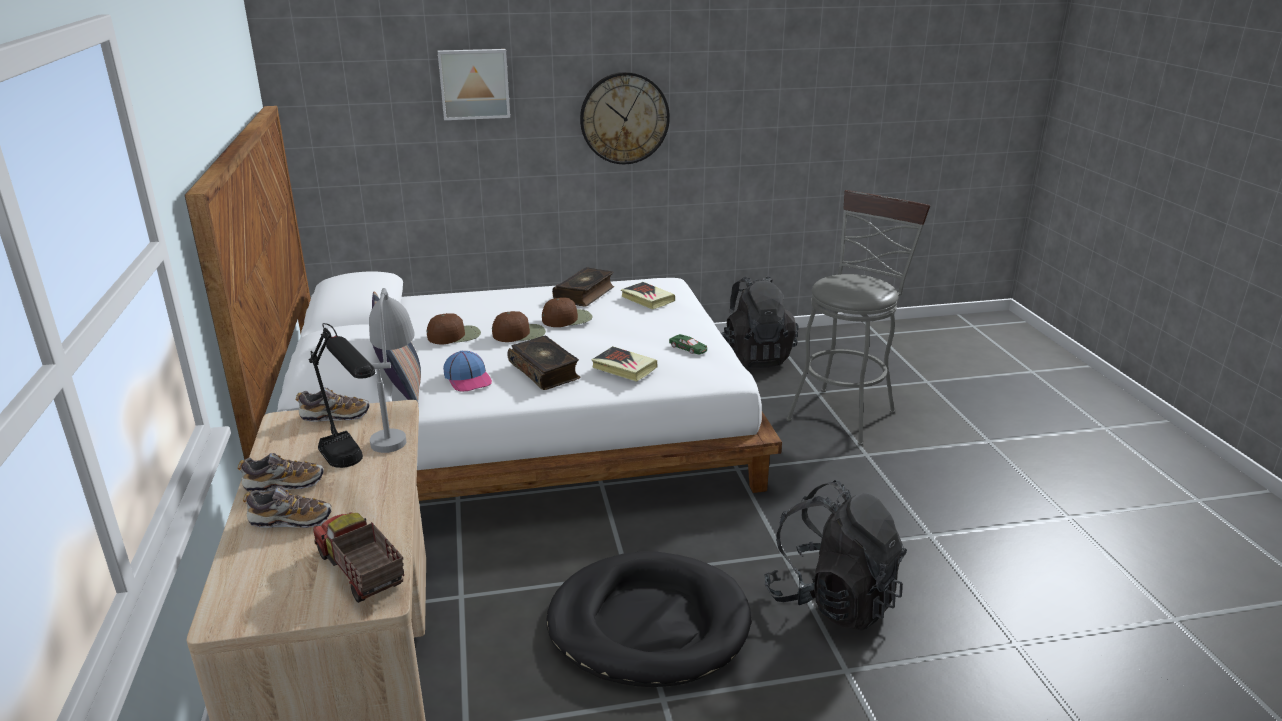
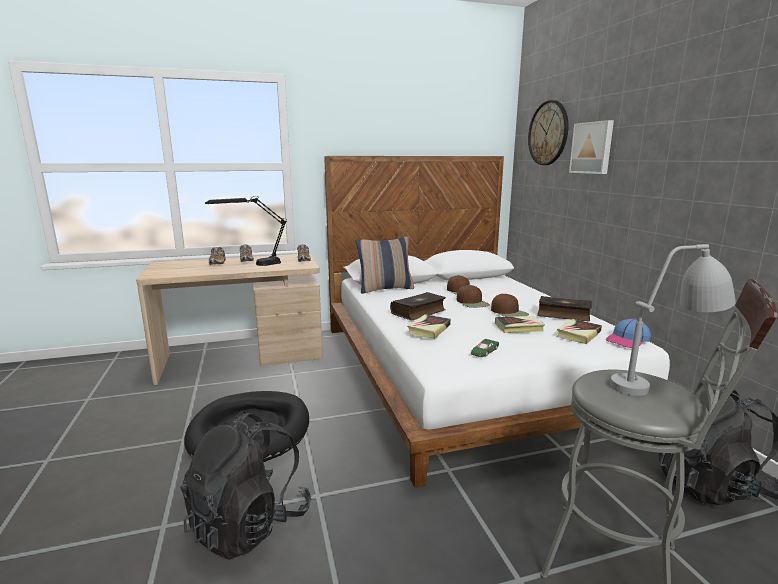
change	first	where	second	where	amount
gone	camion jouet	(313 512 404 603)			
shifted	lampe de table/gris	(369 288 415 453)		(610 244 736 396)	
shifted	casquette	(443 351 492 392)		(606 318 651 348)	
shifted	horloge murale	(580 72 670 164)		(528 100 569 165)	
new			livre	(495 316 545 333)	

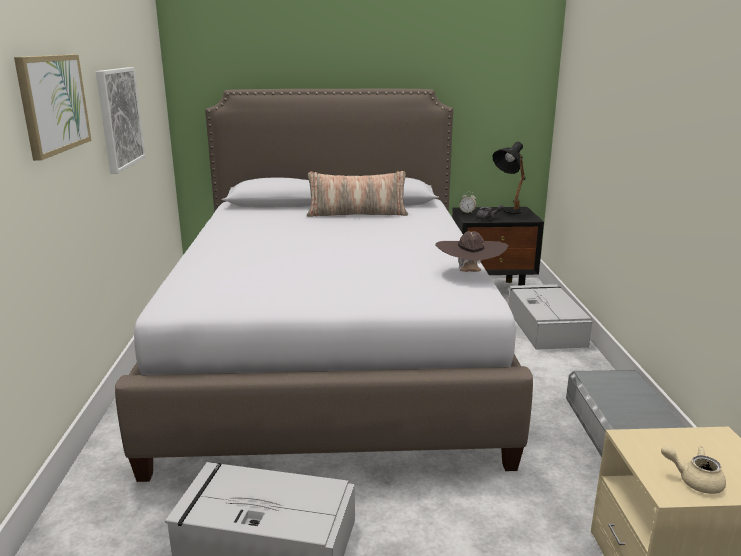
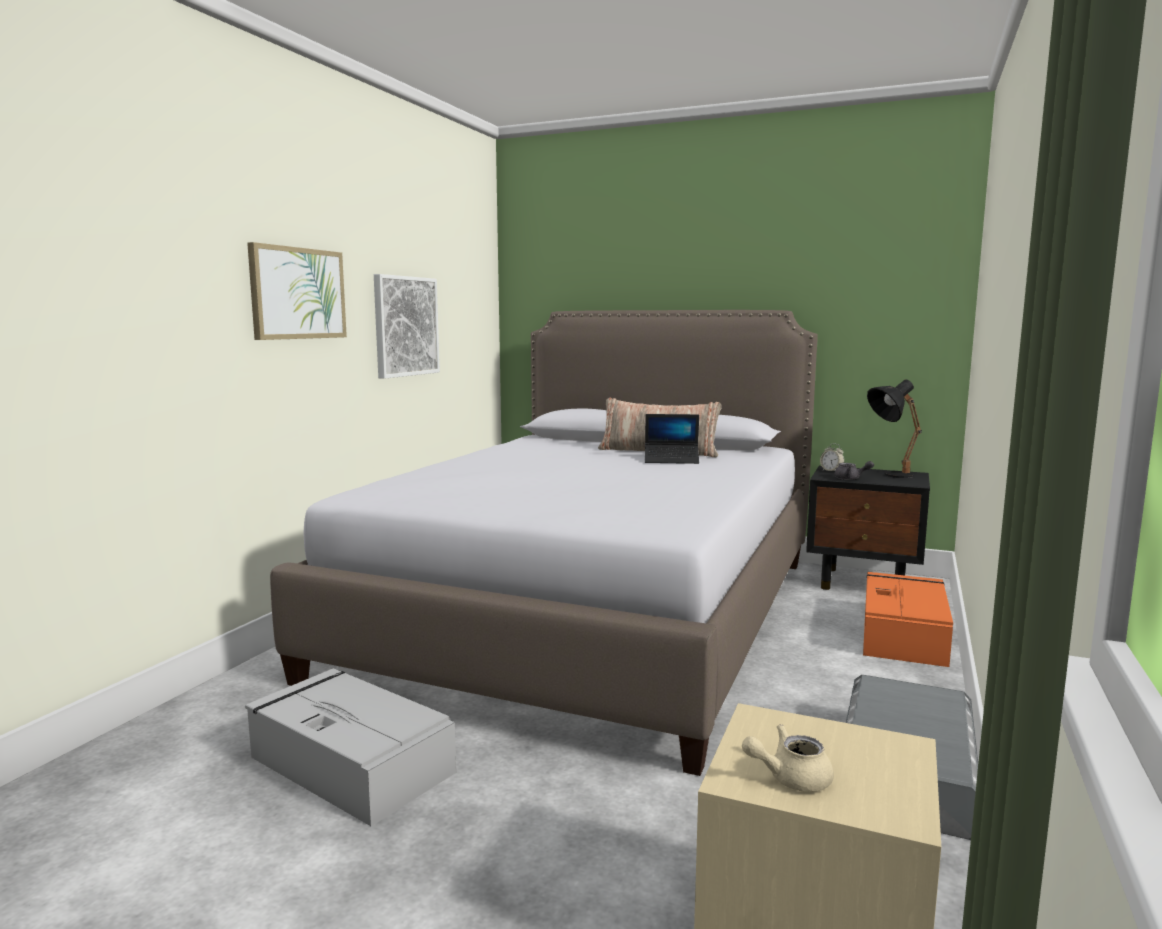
change	first	where	second	where	amount
gone	chapeau/marron	(435 231 508 272)			
repainted	boîte de rangement/gris	(508 284 592 350)	boîte de rangement/orange	(863 572 953 667)	
rotated	théière/beige	(661 445 726 494)		(742 724 834 792)	60 degrees counterclockwise
new			ordinateur portable	(645 414 699 464)	

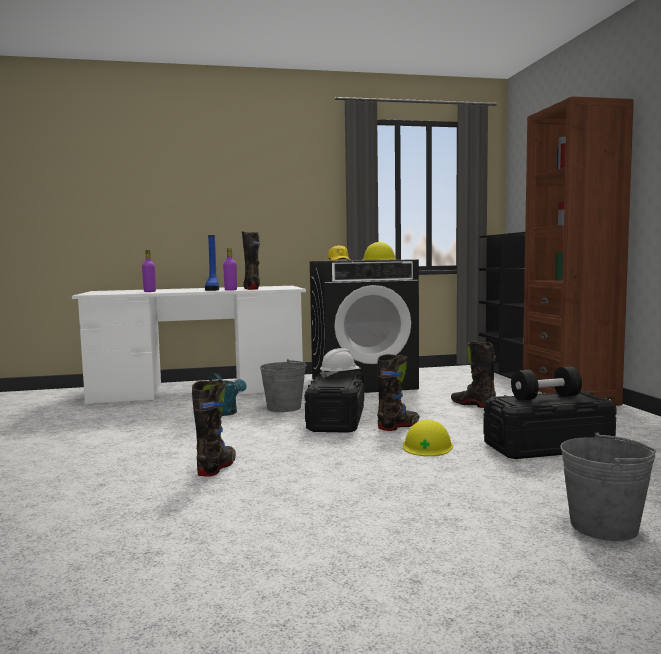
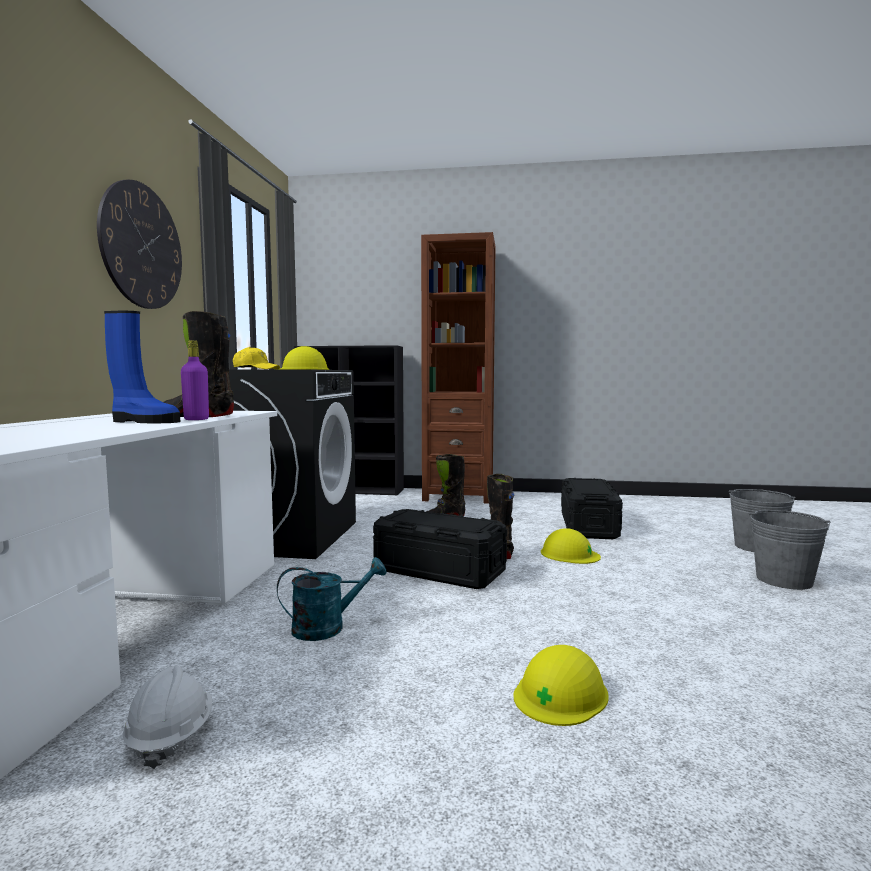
change	first	where	second	where	amount
gone	bouteille/violet	(142 250 156 292)			
gone	botte/noir	(192 380 236 477)			
shifted	seau/gris	(260 359 307 412)		(749 510 830 590)	
shifted	casque de chantier/blanc	(320 348 361 379)		(122 666 212 769)	
gone	haltère/noir	(511 367 582 400)			
new			horloge murale	(97 180 182 309)	
new			casque de chantier/jaune	(514 645 609 726)	

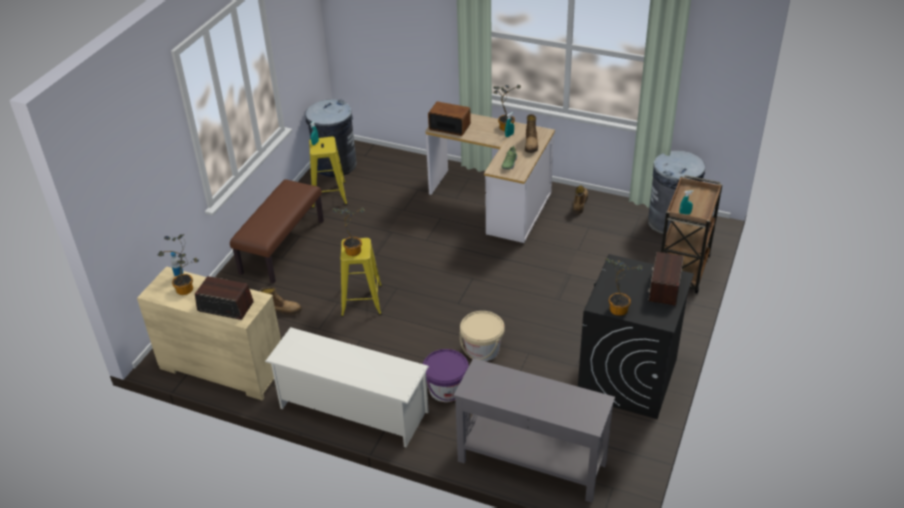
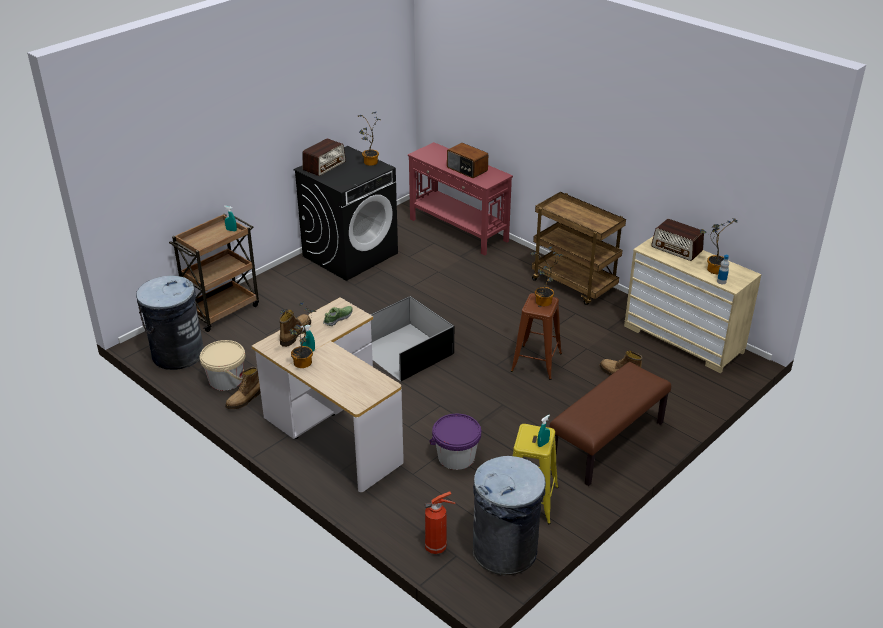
change	first	where	second	where	amount
swapped	étagère à chaussures/blanc	(265 327 429 447)	chariot/marron	(532 192 626 305)	
repainted	tabouret/jaune	(340 238 382 317)	tabouret/marron	(511 293 562 380)	
shifted	seau/violet	(423 349 469 402)		(429 414 481 470)	
shifted	radio	(428 102 471 136)		(447 143 488 178)	
repainted	table console/gris	(454 358 615 503)	table console/rouge	(408 142 513 256)	
shifted	seau/beige	(460 311 505 361)		(200 340 245 391)	
new			boîte de rangement/noir	(370 296 454 381)	
new			extincteur	(425 492 456 554)	

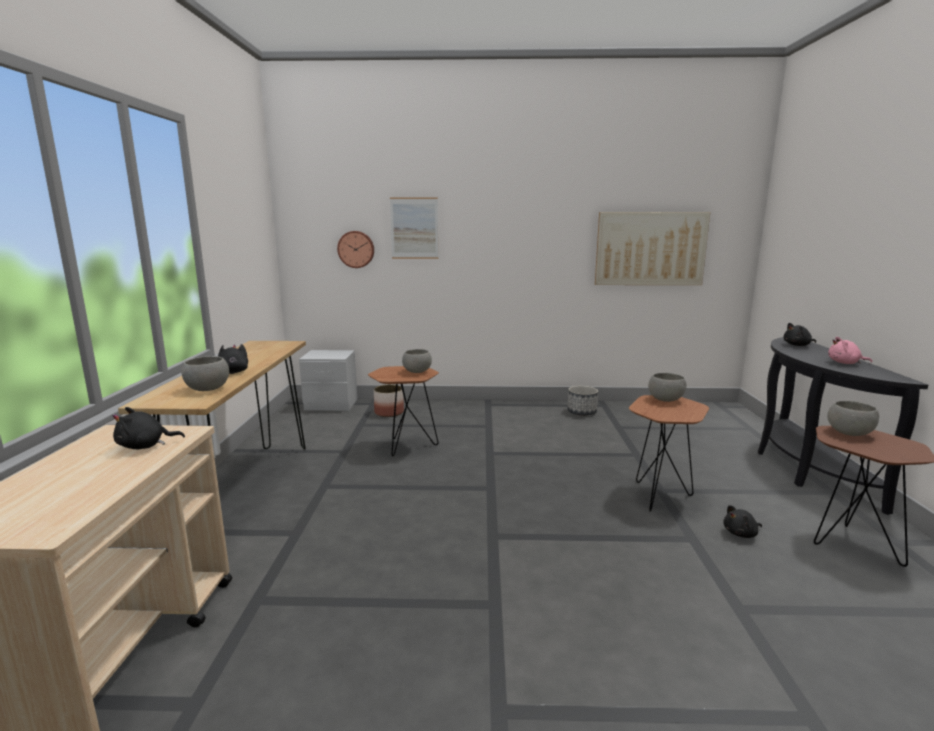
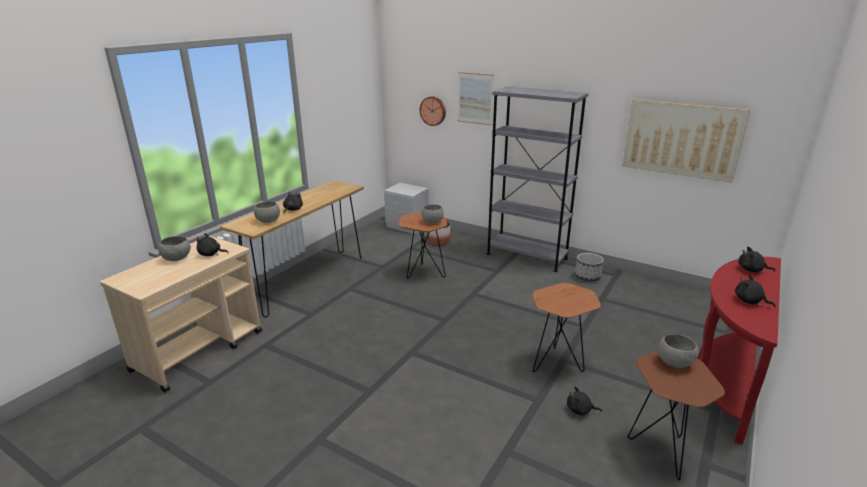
change	first	where	second	where	amount
shifted	bol/gris	(648 373 687 402)		(158 236 191 261)	
repainted	table console/noir	(758 337 928 515)	table console/rouge	(698 257 781 445)	
repainted	peluche/rose	(828 337 872 364)	peluche/noir	(735 275 776 307)	
new			bibliothèque/gris	(487 86 588 272)	

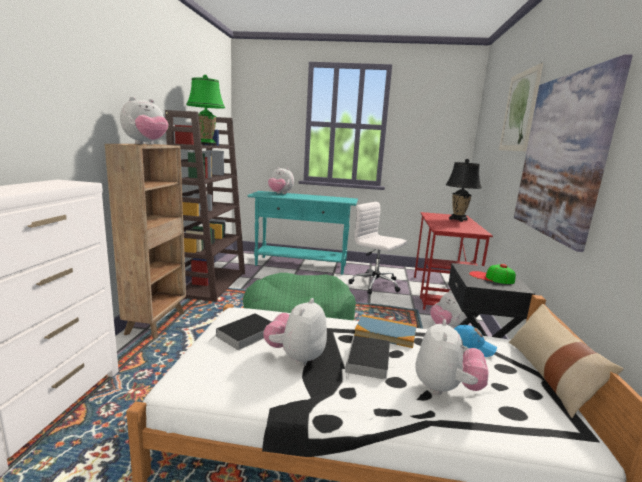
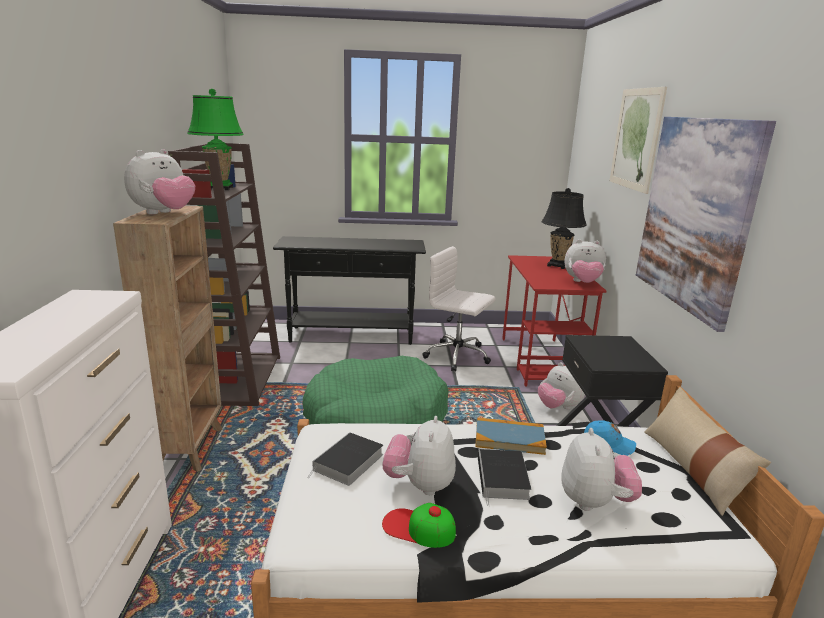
change	first	where	second	where	amount
repainted	table console/turquoise	(248 191 358 274)	table console/noir	(273 236 426 345)	
shifted	peluche	(268 167 294 194)		(565 239 606 283)	
shifted	casquette	(469 264 516 284)		(382 503 456 548)	

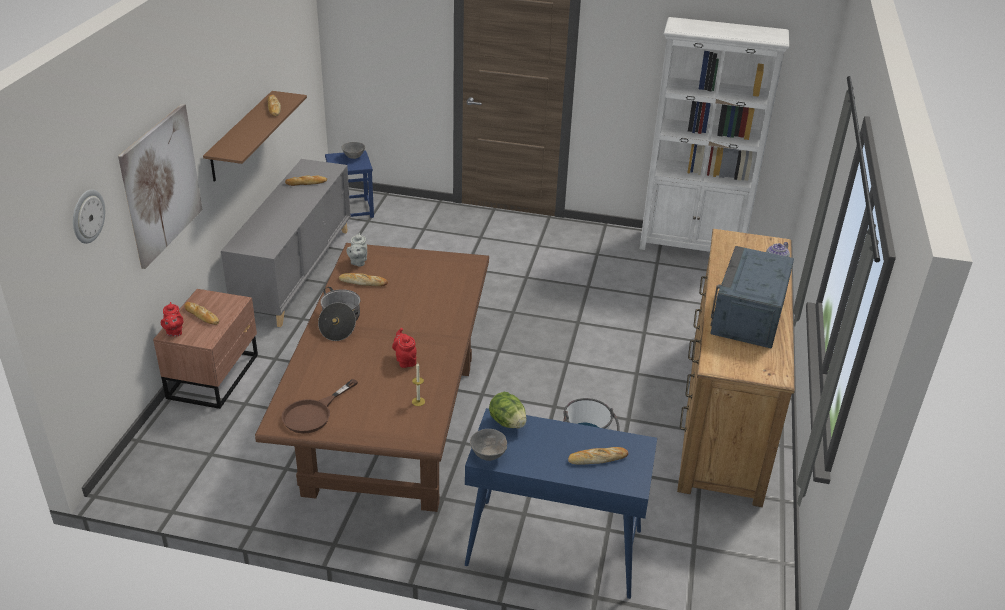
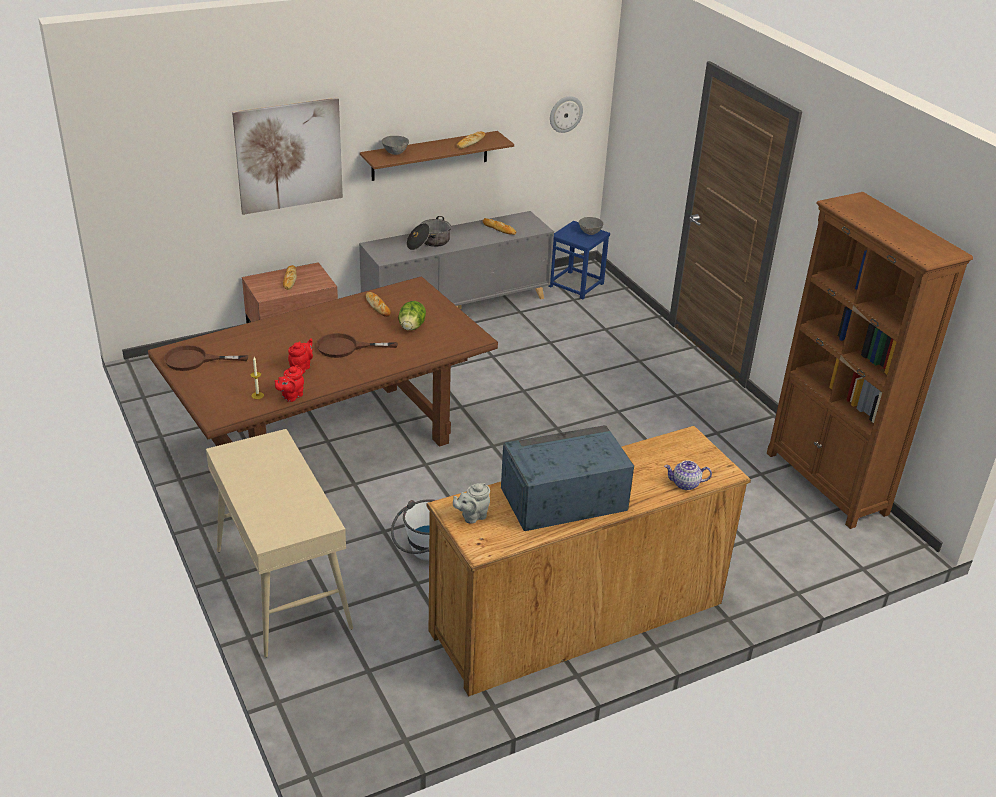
change	first	where	second	where	amount
shifted	horloge murale	(73 189 105 244)		(550 96 583 133)	
shifted	théière/rouge	(161 302 183 337)		(275 365 304 402)	
shifted	marmite	(318 287 360 341)		(407 216 451 250)	
shifted	théière/gris	(346 233 367 267)		(453 483 490 524)	
repainted	table console/bleu	(465 408 657 599)	table console/beige	(206 429 353 658)	
shifted	bol/gris	(470 429 507 461)		(382 136 409 155)	
shifted	laitue	(489 392 527 428)		(398 301 426 330)	
gone	pain	(568 447 628 465)			
repainted	bibliothèque/blanc	(639 17 789 252)	bibliothèque/marron	(767 192 973 529)	
new			poêle/marron	(316 333 398 358)	

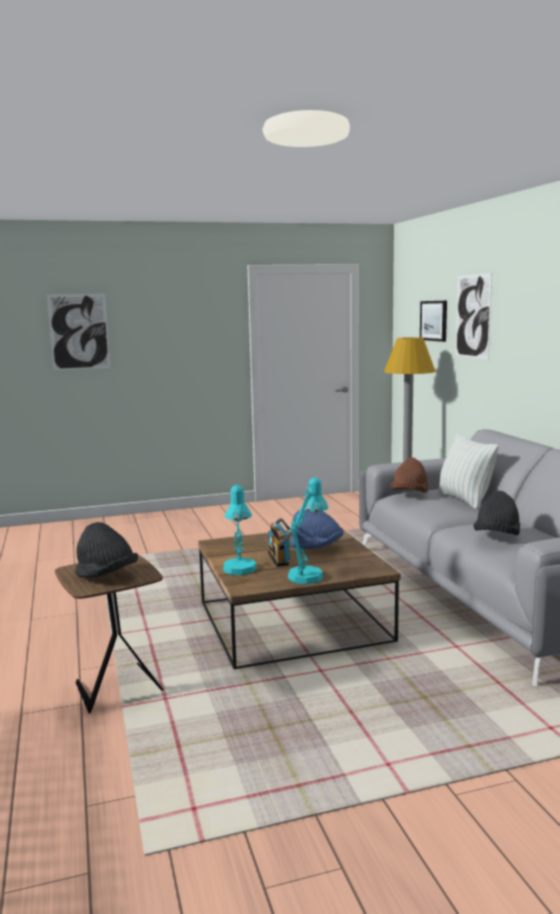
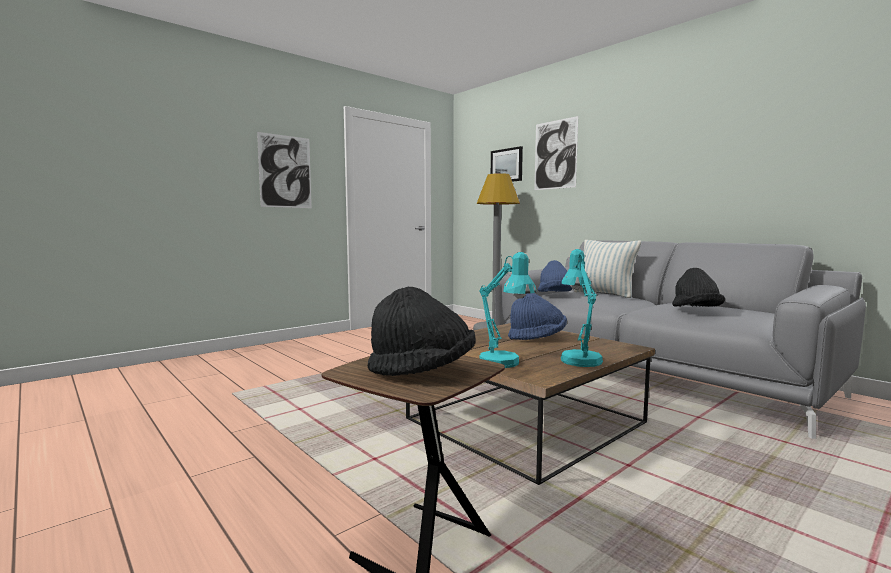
change	first	where	second	where	amount
shifted	tableau	(47 294 110 370)		(257 132 312 208)	
gone	radio	(268 517 293 567)			
repainted	chapeau/marron	(390 457 428 493)	chapeau/bleu	(538 260 572 292)	

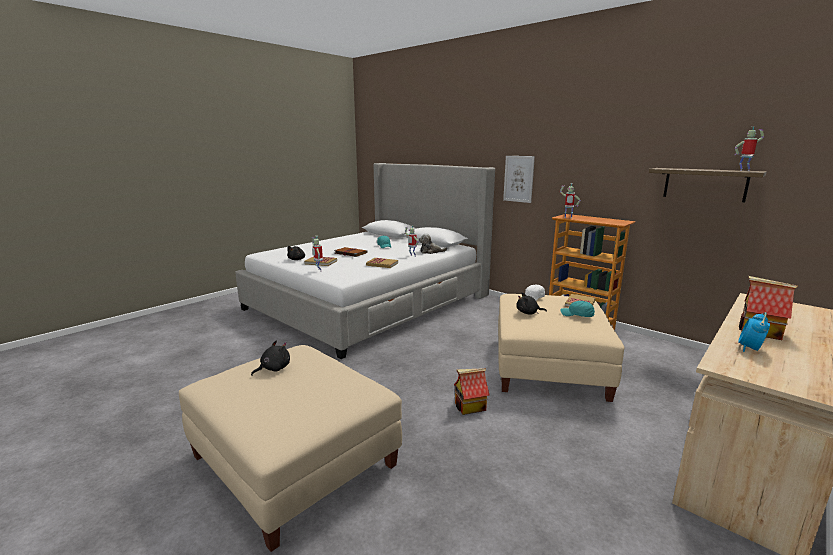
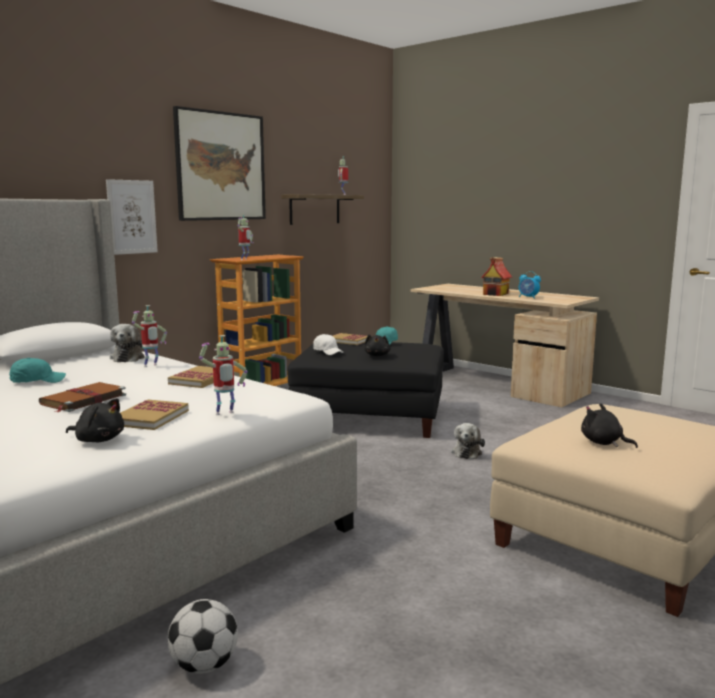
change	first	where	second	where	amount
swapped	maison miniature	(454 368 490 415)	peluche	(451 423 485 459)	
repainted	pouf/beige	(498 294 624 402)	pouf/noir	(287 342 444 438)	
new			ballon de foot	(168 599 238 674)	
new			tableau	(173 106 266 221)	

